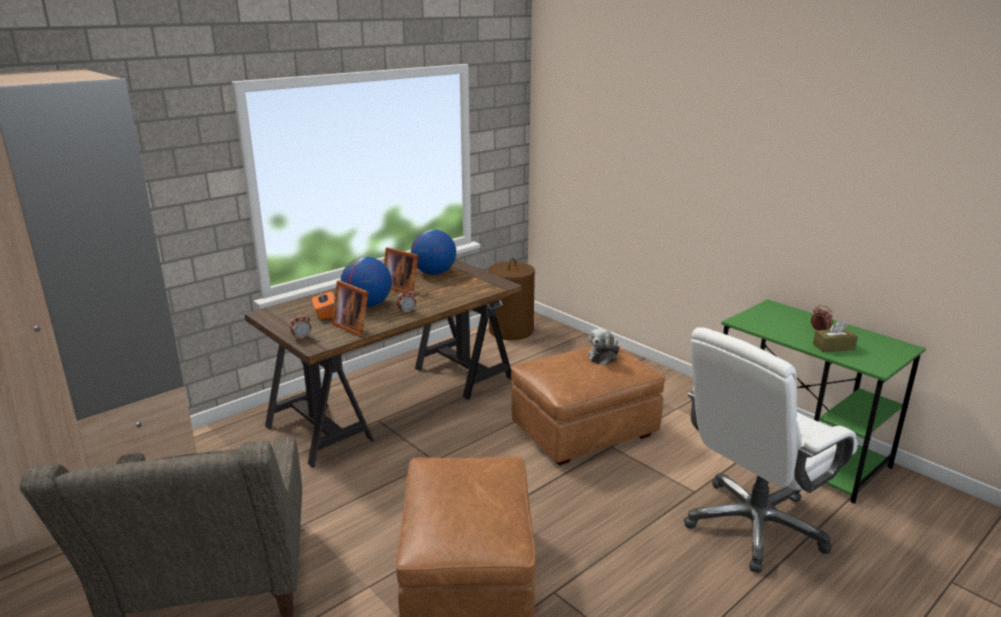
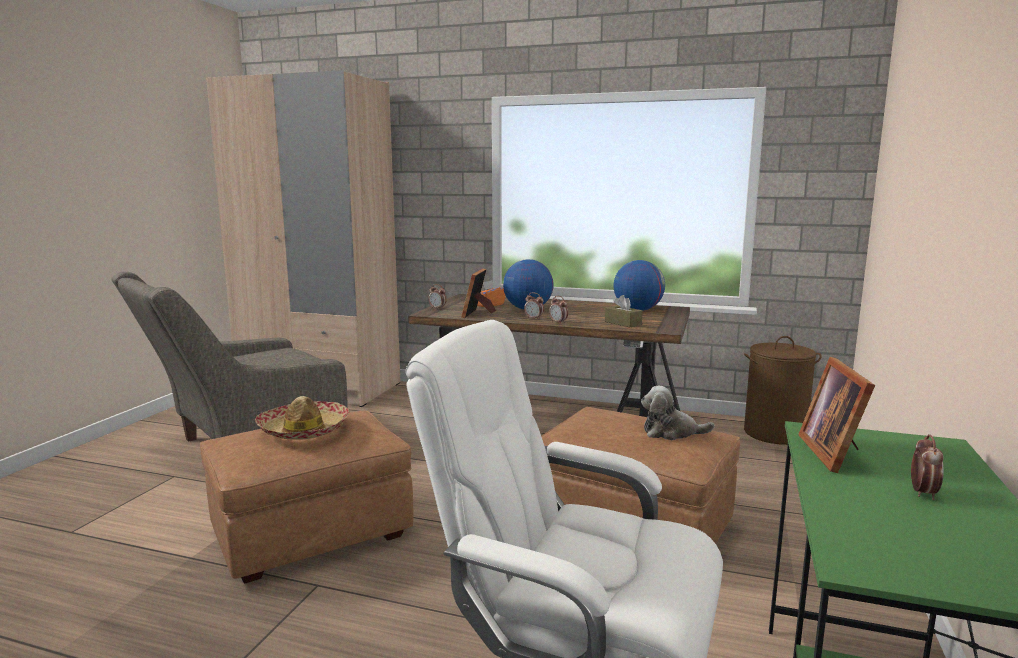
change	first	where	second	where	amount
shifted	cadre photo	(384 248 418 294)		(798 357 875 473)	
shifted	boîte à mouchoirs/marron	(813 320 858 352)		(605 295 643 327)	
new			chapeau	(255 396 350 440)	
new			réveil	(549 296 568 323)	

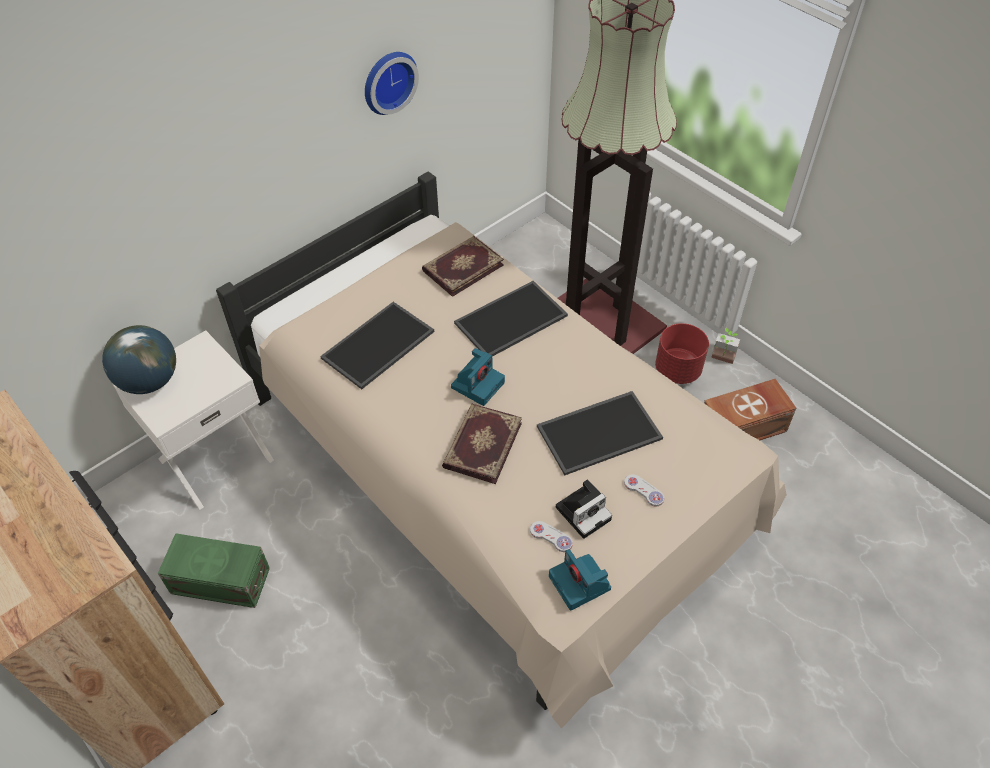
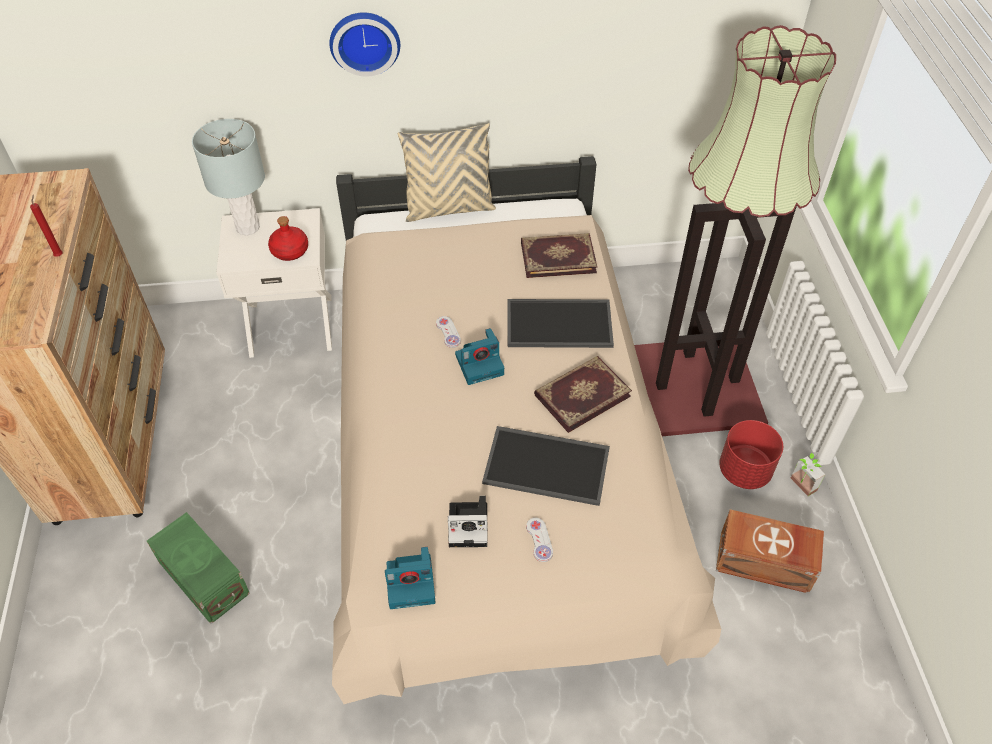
change	first	where	second	where	amount
swapped	globe	(102 325 176 394)	lampe de table/gris	(192 119 265 236)	
shifted	boîte de rangement/vert	(158 533 270 608)		(147 512 250 624)	
gone	plateau	(320 302 434 389)			
shifted	horloge murale	(365 52 419 115)		(329 12 400 77)	
shifted	livre	(442 404 522 484)		(534 356 632 433)	
shifted	manette/blanc	(530 521 573 552)		(436 316 461 348)	
rotated	appareil photo	(549 549 611 611)		(385 547 436 609)	105 degrees counterclockwise
new			bougie/rouge	(30 195 63 257)	
new			bouteille/rouge	(268 216 308 261)	
new			coussin/beige	(398 123 496 222)	

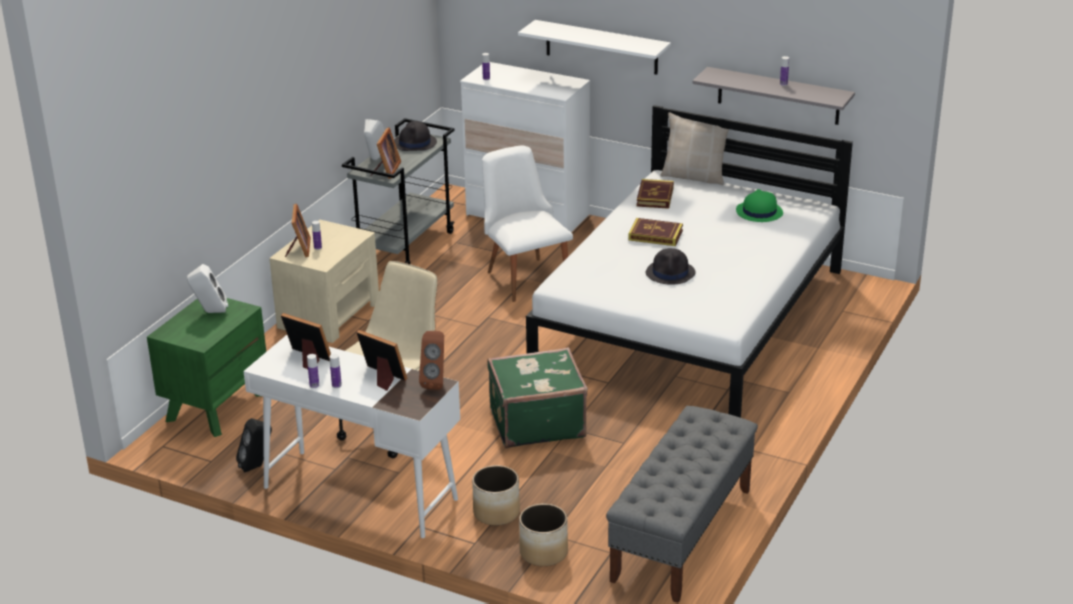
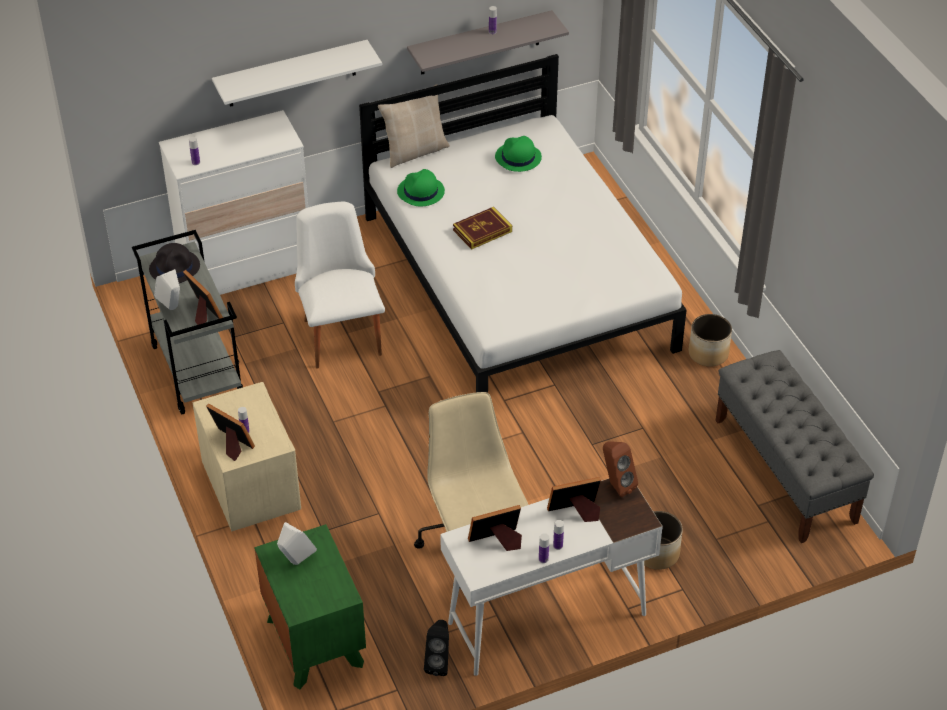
change	first	where	second	where	amount
rotated	chaise/blanc	(482 145 573 302)		(295 202 385 368)	60 degrees clockwise
gone	valise/vert	(487 347 588 448)			
shifted	cache-pot	(519 504 568 566)		(689 314 732 366)	
swapped	livre	(637 179 674 209)	chapeau/vert	(397 169 445 206)	
gone	chapeau/noir	(645 248 696 285)			

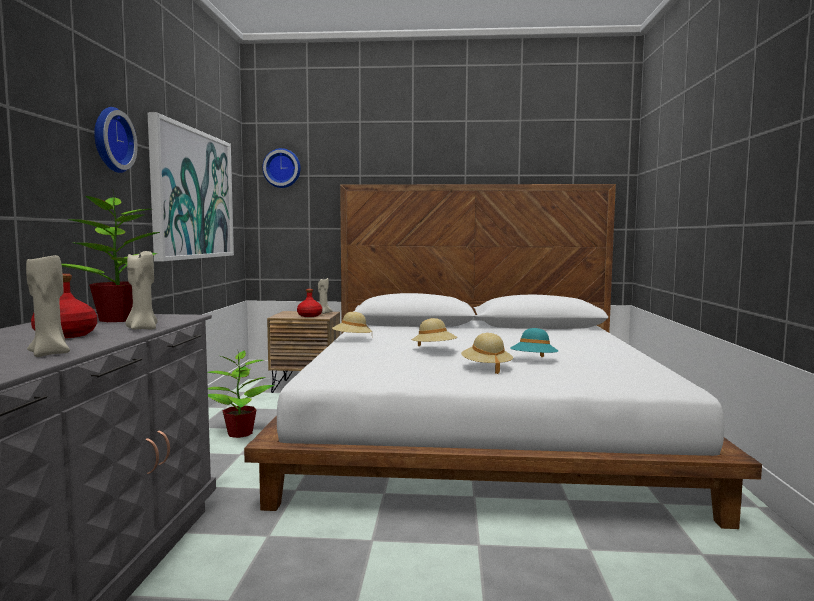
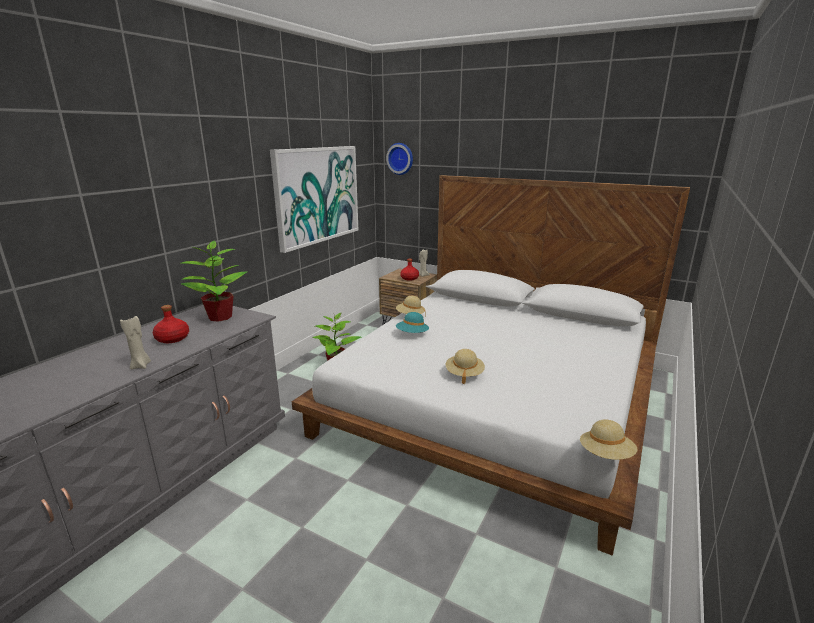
change	first	where	second	where	amount
gone	horloge murale	(94 107 138 173)			
gone	bougie/beige	(126 251 157 330)			
shifted	chapeau/beige	(412 318 457 347)		(580 420 638 460)	
shifted	chapeau/turquoise	(510 328 558 357)		(396 312 429 333)	

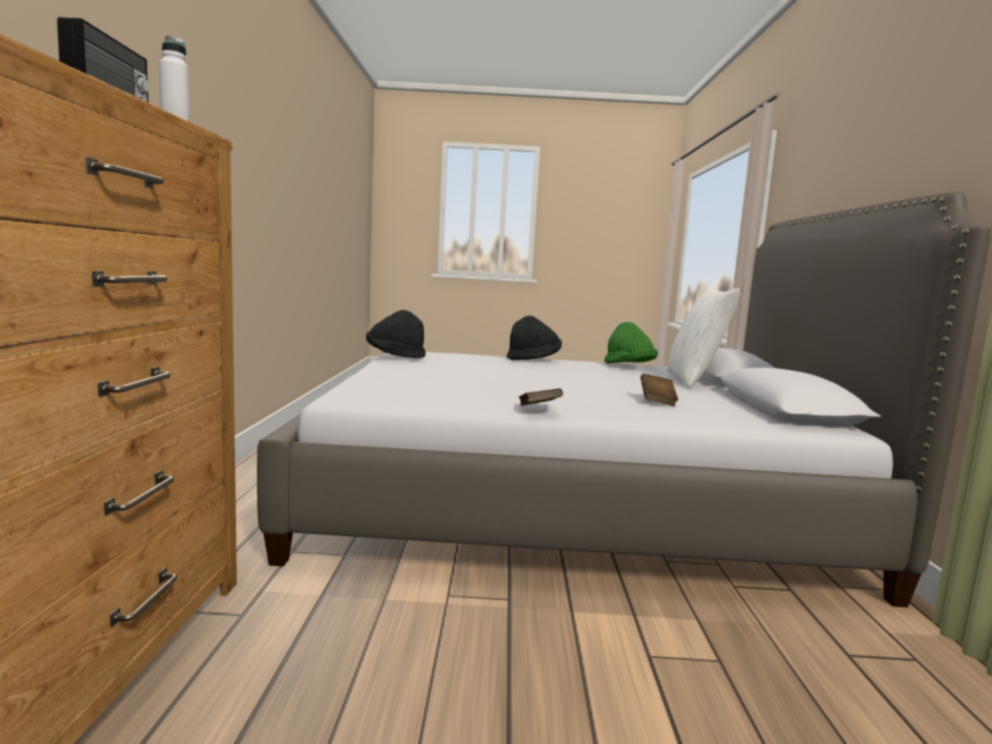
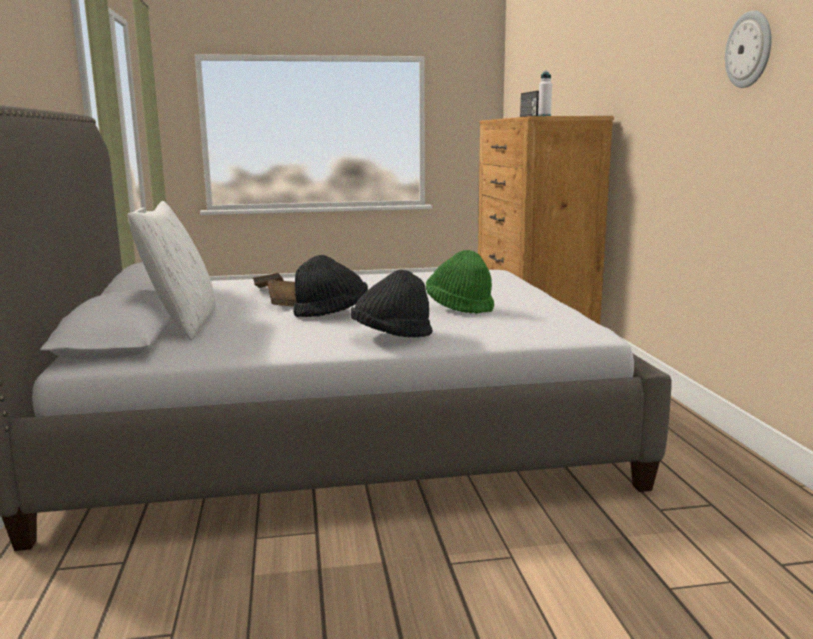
change	first	where	second	where	amount
shifted	chapeau/noir	(366 310 426 359)		(293 255 368 317)	
shifted	livre/marron	(519 388 563 406)		(267 280 297 307)	
shifted	chapeau/vert	(604 322 658 363)		(426 250 494 314)	
new			horloge murale	(725 10 772 88)	

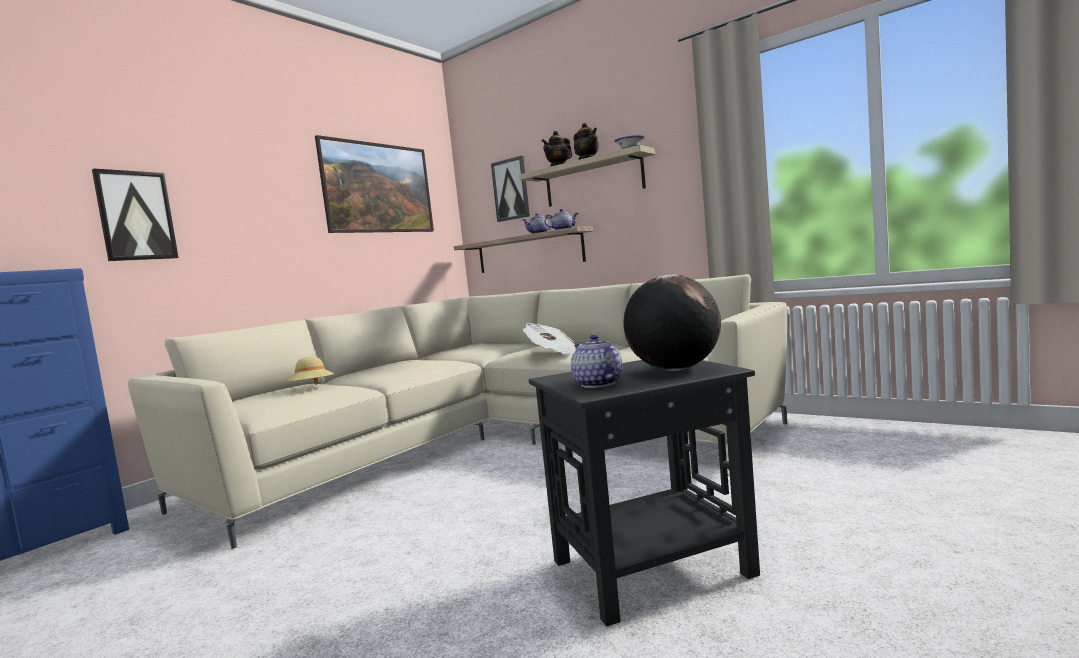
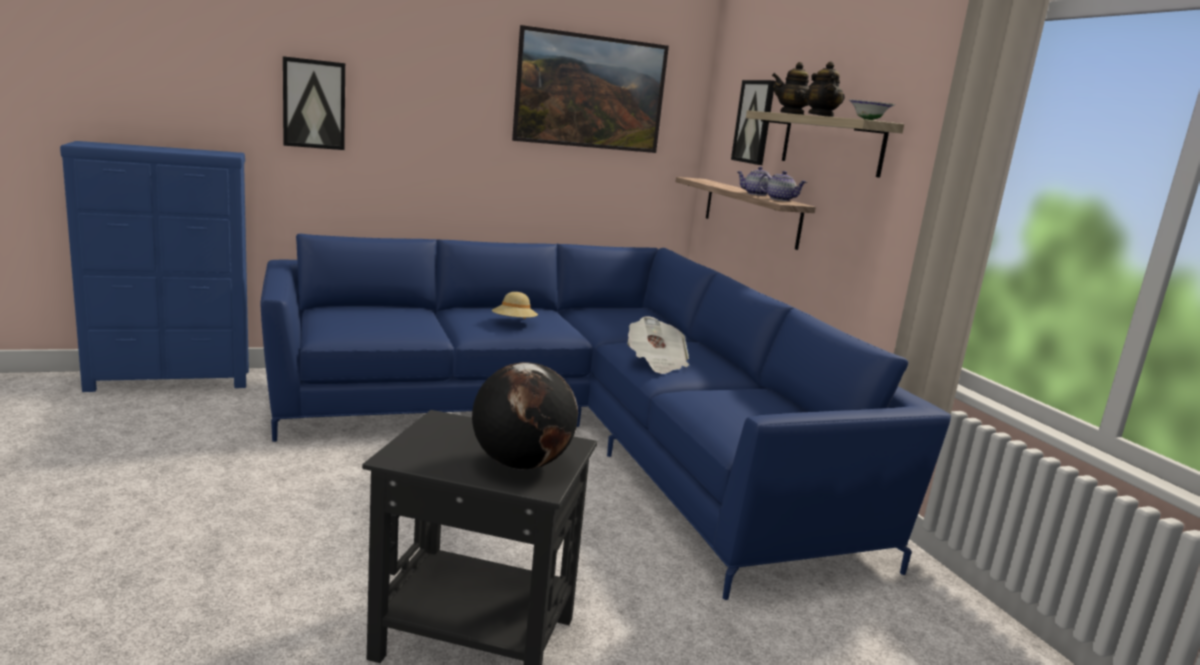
change	first	where	second	where	amount
repainted	canapé/beige	(128 274 787 549)	canapé/bleu	(260 234 951 600)	
shifted	chapeau/beige	(286 357 335 385)		(492 292 538 319)	
gone	théière	(571 334 622 388)			

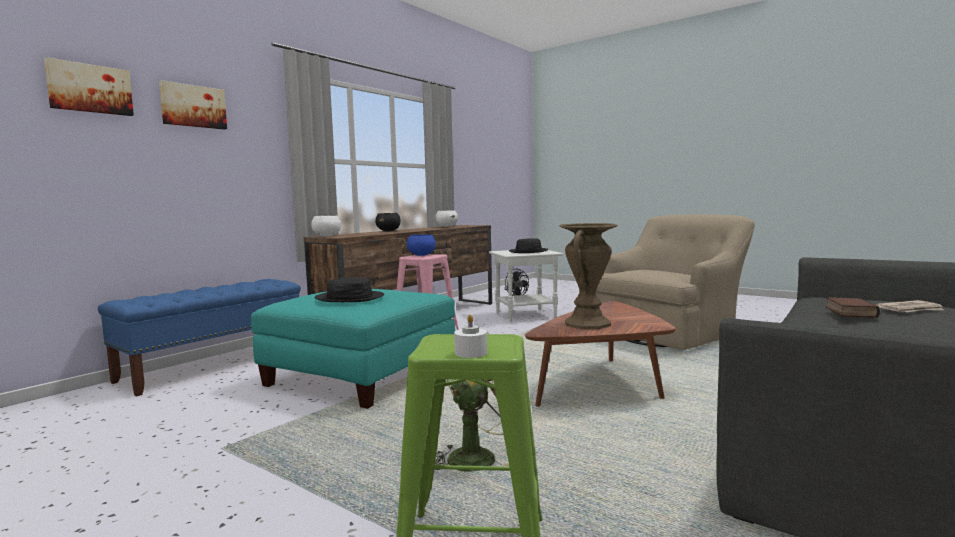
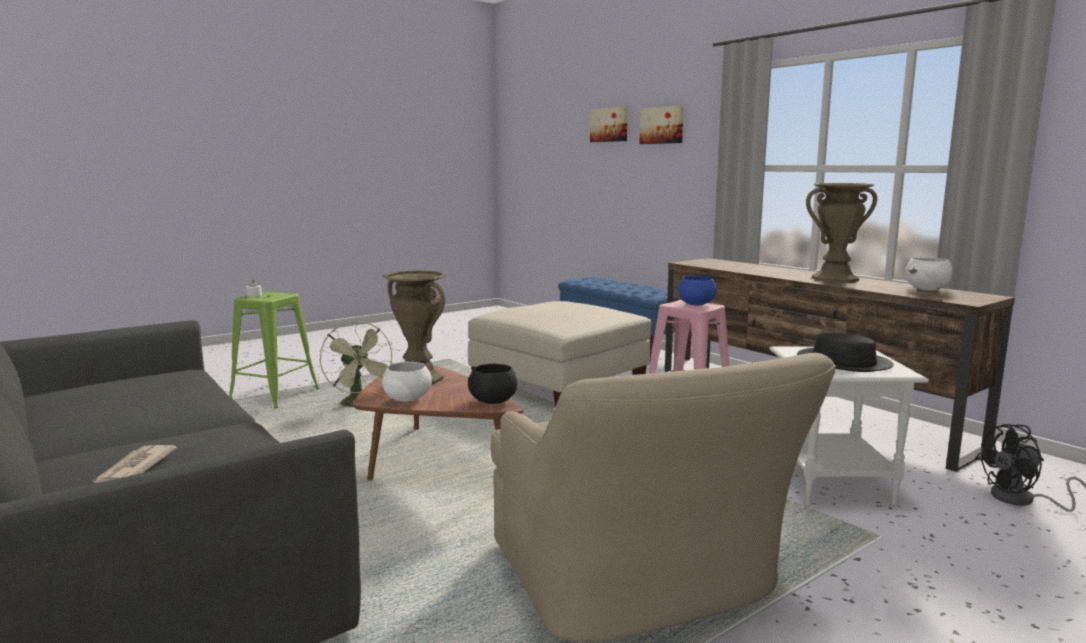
change	first	where	second	where	amount
repainted	pouf/turquoise	(251 289 455 409)	pouf/beige	(468 301 651 407)	
shifted	bol/blanc	(311 216 341 236)		(382 362 432 402)	
gone	chapeau/noir	(315 277 384 302)			
shifted	bol/noir	(375 213 401 232)		(468 364 518 404)	
gone	livre	(826 297 880 318)			
new			vase/marron	(806 183 877 283)	

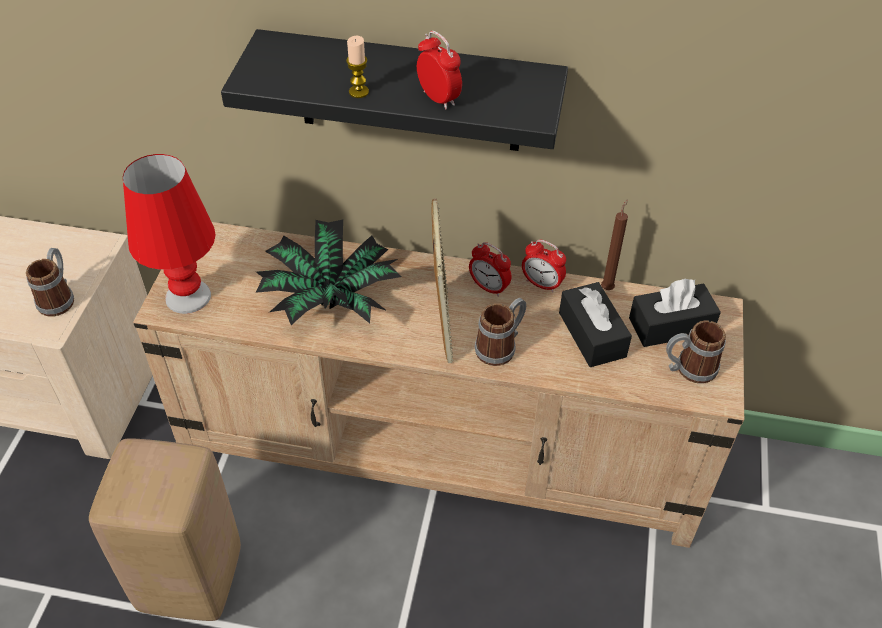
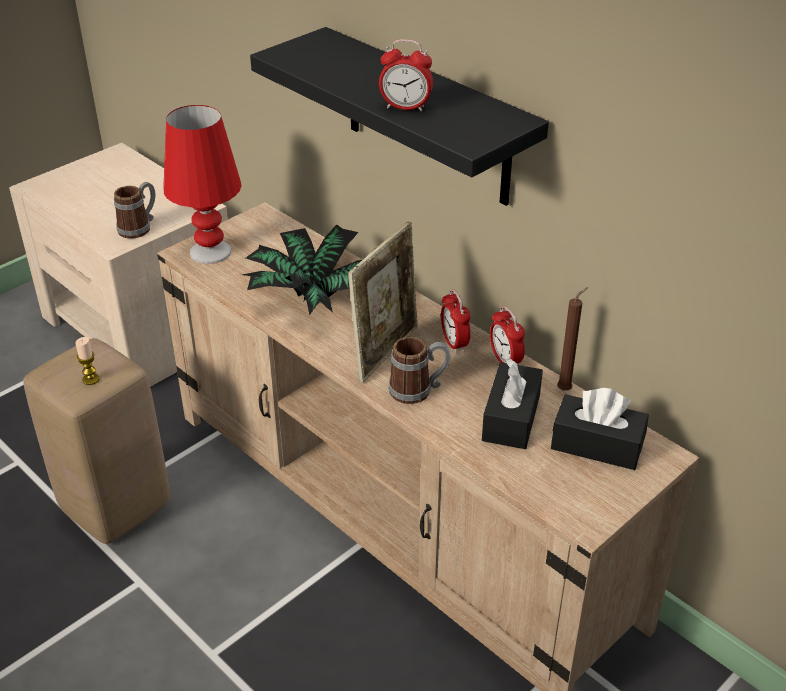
change	first	where	second	where	amount
shifted	bougie	(346 36 369 98)		(75 337 100 385)	
rotated	réveil	(417 31 462 110)		(379 39 433 112)	105 degrees clockwise
gone	mug	(666 321 726 384)			

